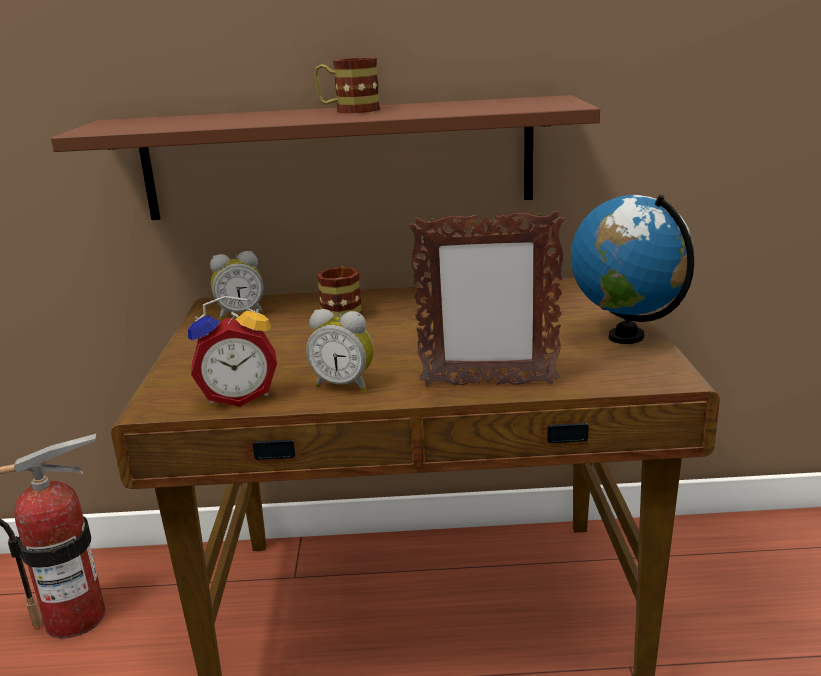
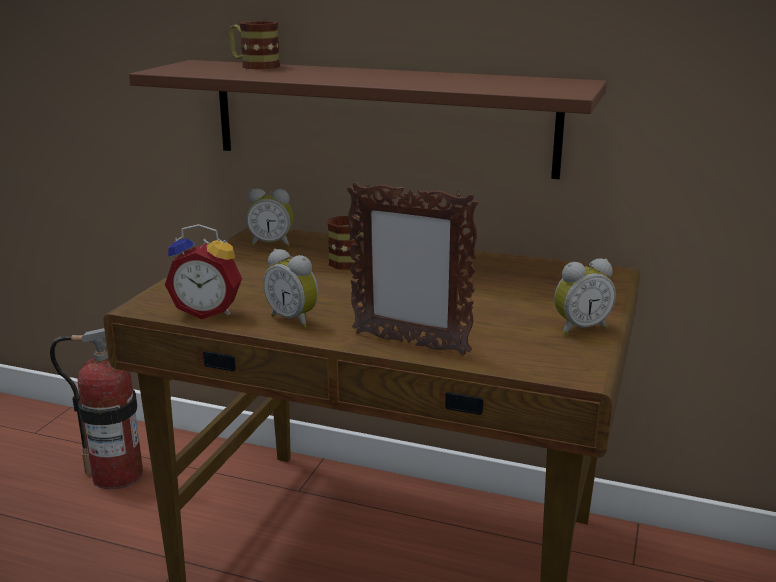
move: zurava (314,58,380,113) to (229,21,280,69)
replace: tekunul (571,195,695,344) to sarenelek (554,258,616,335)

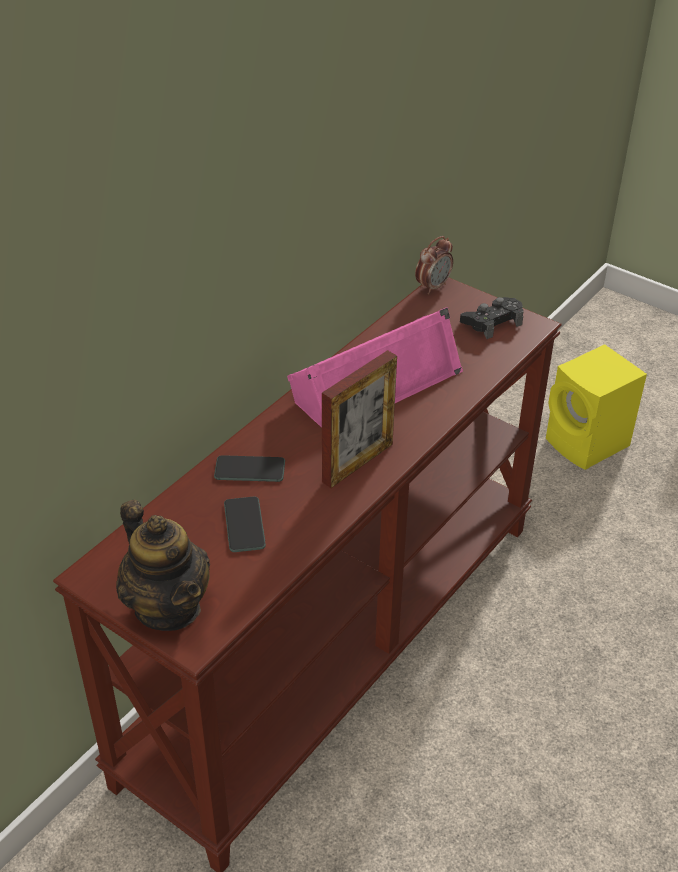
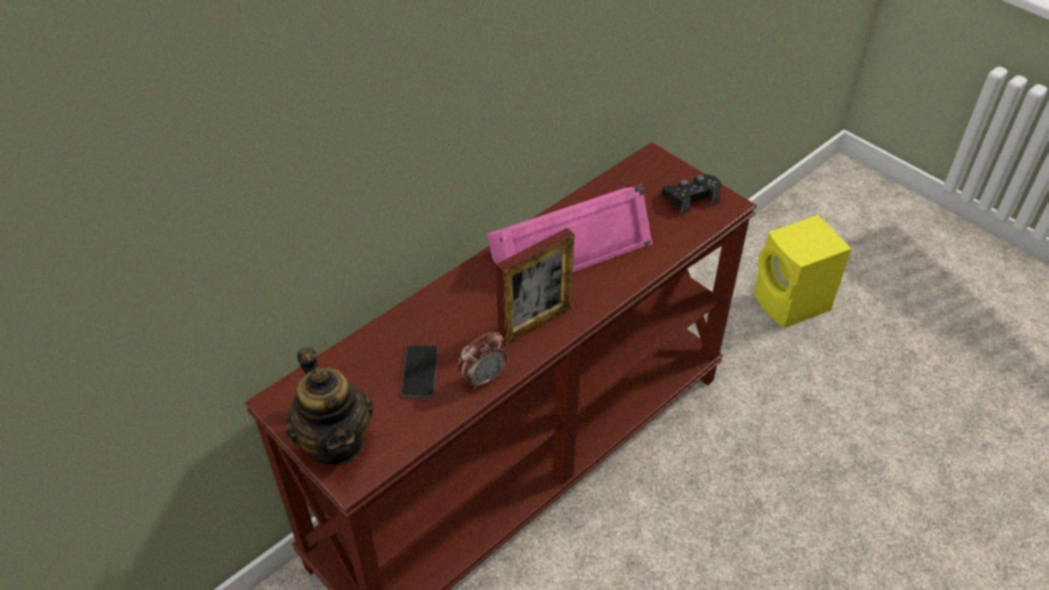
delete: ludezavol (214,455,285,482)
move: sarenelek (415,236,453,294) to (458,332,506,390)

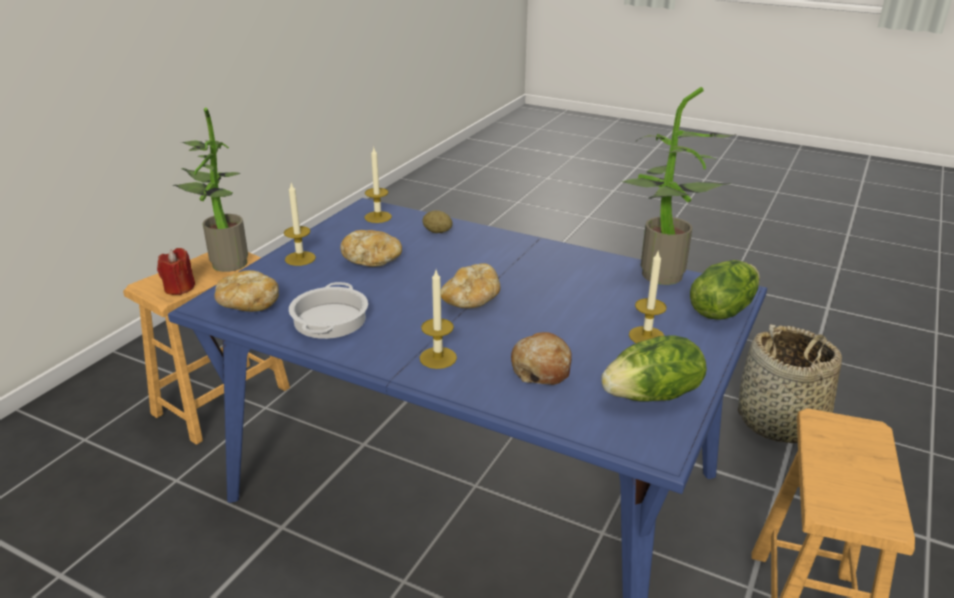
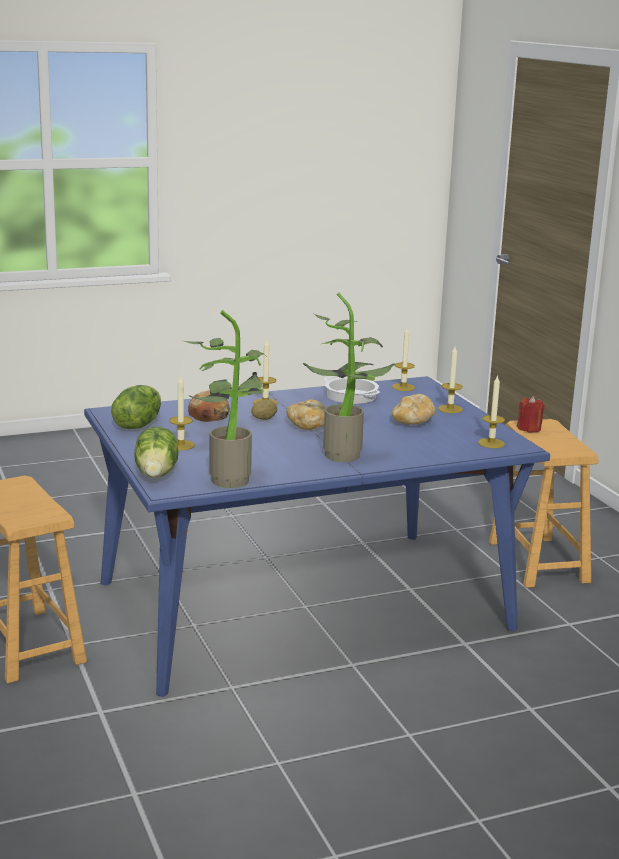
delete: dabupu (738,324,842,443)
move: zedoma (423,210,452,233) to (251,399,277,420); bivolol (172,108,248,272) to (303,292,395,462)
replace: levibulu (214,270,279,312) to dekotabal (392,327,415,391)

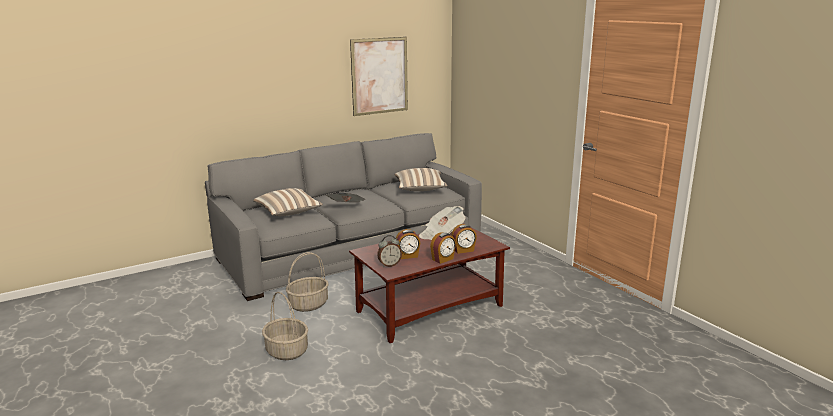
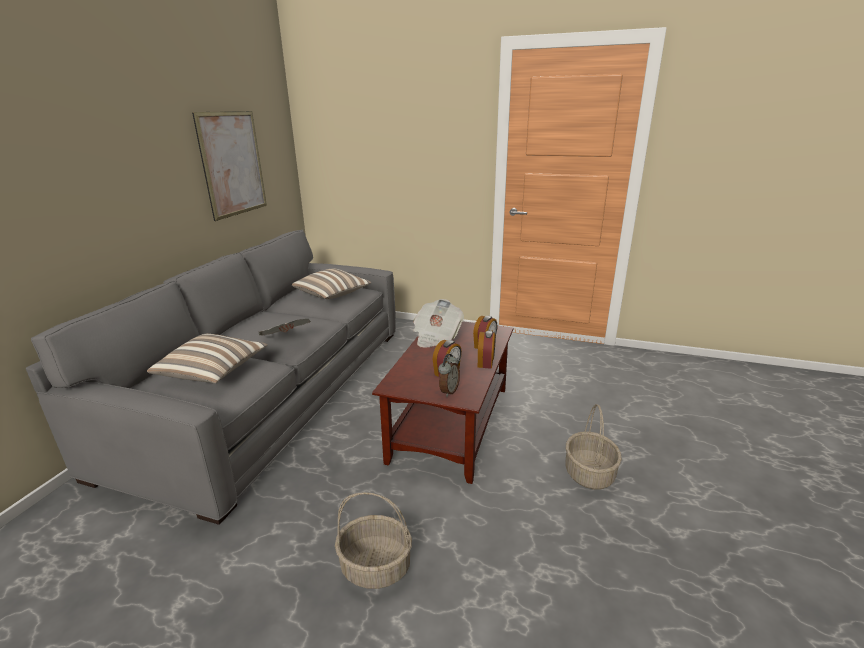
move: dabupu (286,252,329,312) to (565,404,622,490)

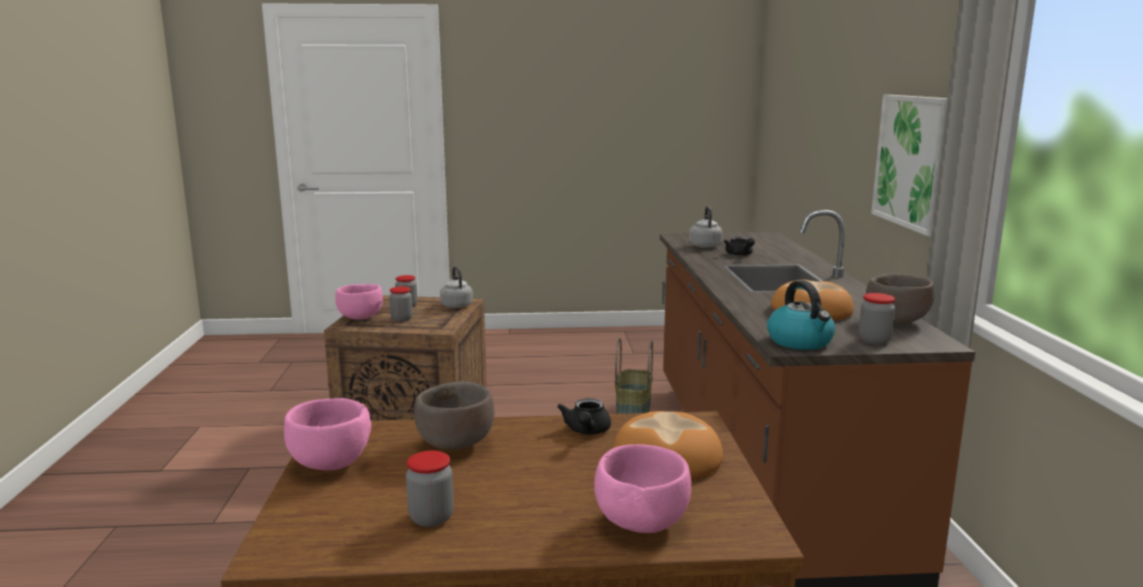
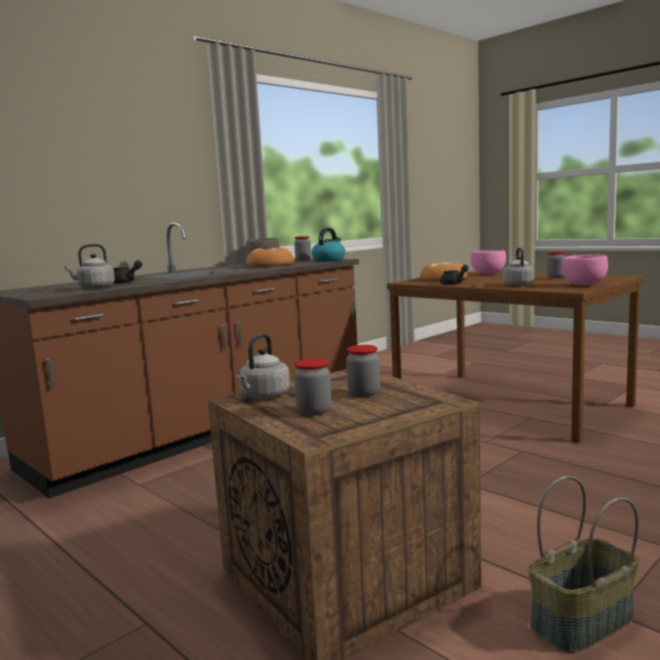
delete: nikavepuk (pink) (335,284,383,320); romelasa (871,95,948,236)
move: dabupu (615,338,653,414) to (528,476,639,653)
replace: nikavepuk (brown) (414,381,495,450) to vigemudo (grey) (503,247,534,286)

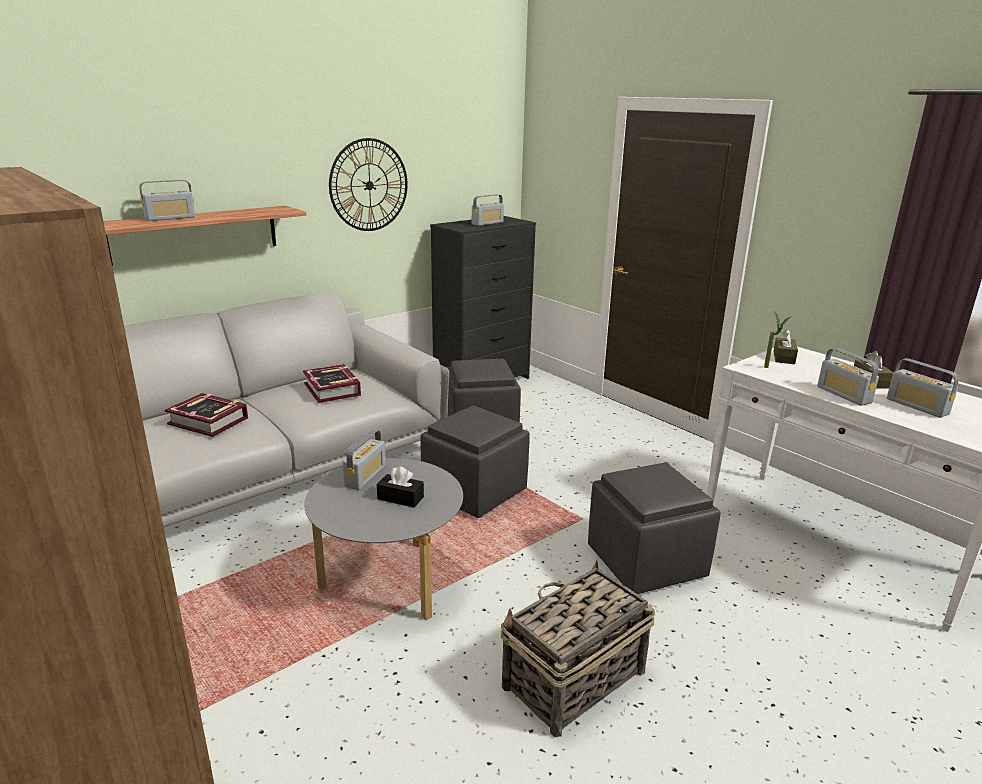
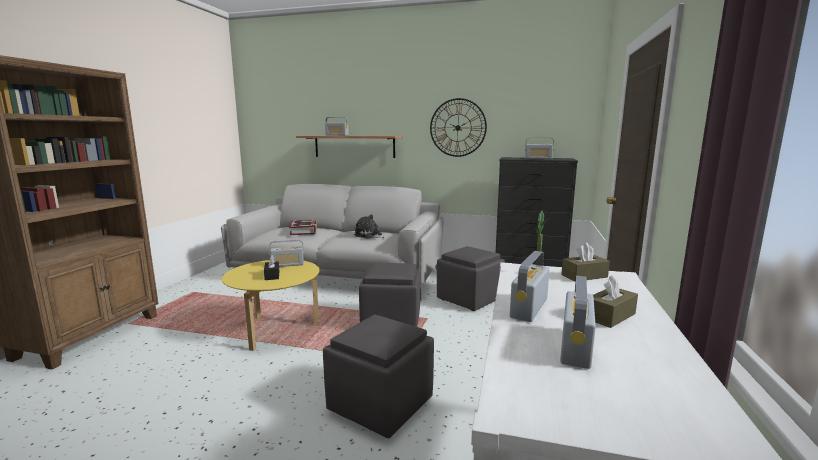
delete: dabupu (501,560,655,737)
replace: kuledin (303,364,361,403) to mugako (354,214,386,239)
recolor: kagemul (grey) (304,458,463,620) to kagemul (yellow) (222,260,319,351)

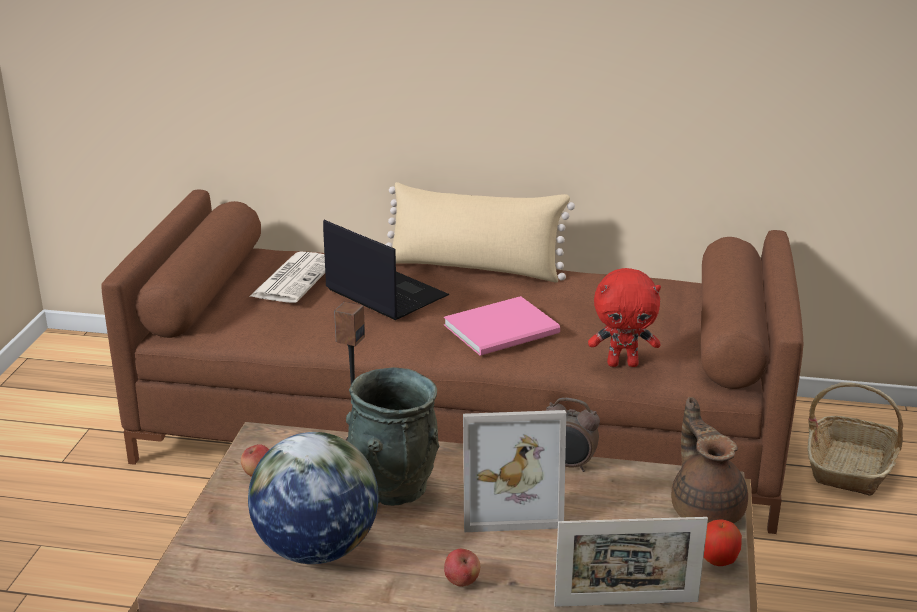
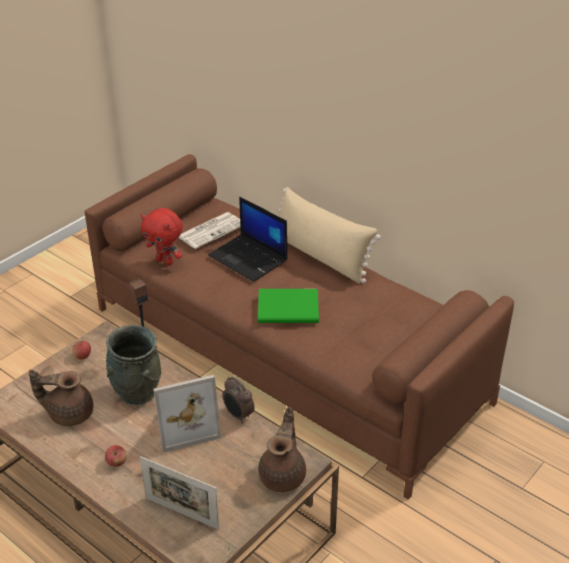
delete: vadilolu (704,519,742,566); dabupu (807,382,903,496)
move: mugako (red) (588,268,661,367) to (141,208,183,265)
replace: tekunul (248,432,379,564) to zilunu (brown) (28,370,93,426)
recolor: kuledin (pink) (444,296,560,356) to kuledin (green) (258,289,319,323)
rotate: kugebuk (463,410,566,532) = (154,375,221,453) 45 degrees counterclockwise; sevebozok (323,220,449,320) = (208,197,287,282) 150 degrees clockwise

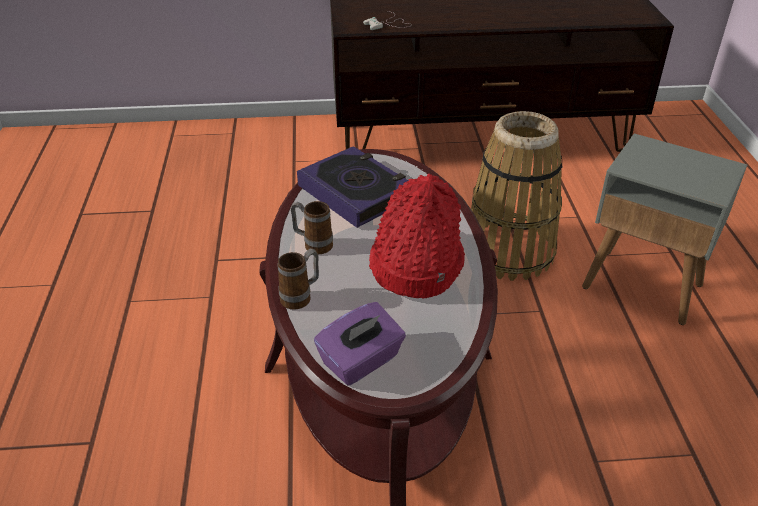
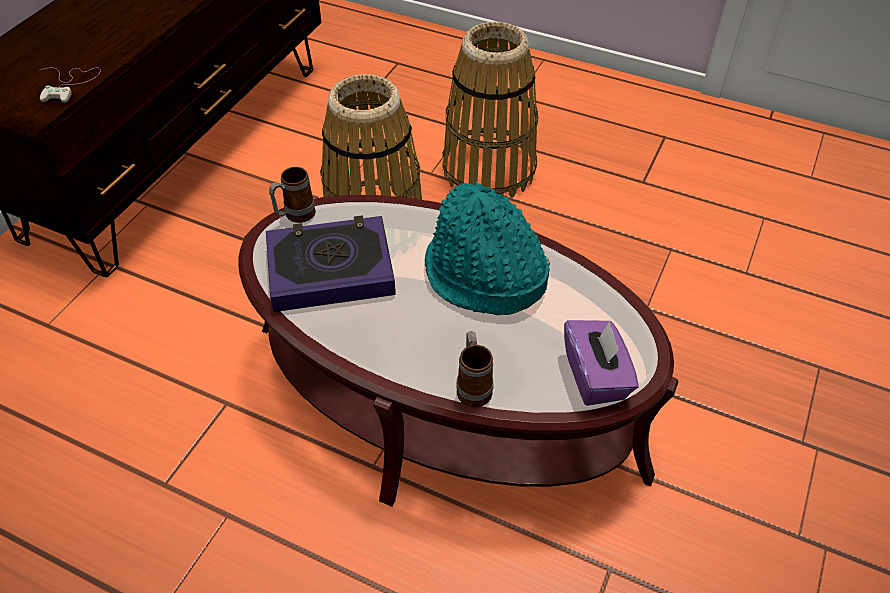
move: zurava (291,201,333,254) to (269,167,316,223)
replace: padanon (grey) (582,133,747,325) to dabupu (442,22,538,198)
recolor: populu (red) (369,174,465,298) to populu (turquoise) (425,182,550,315)

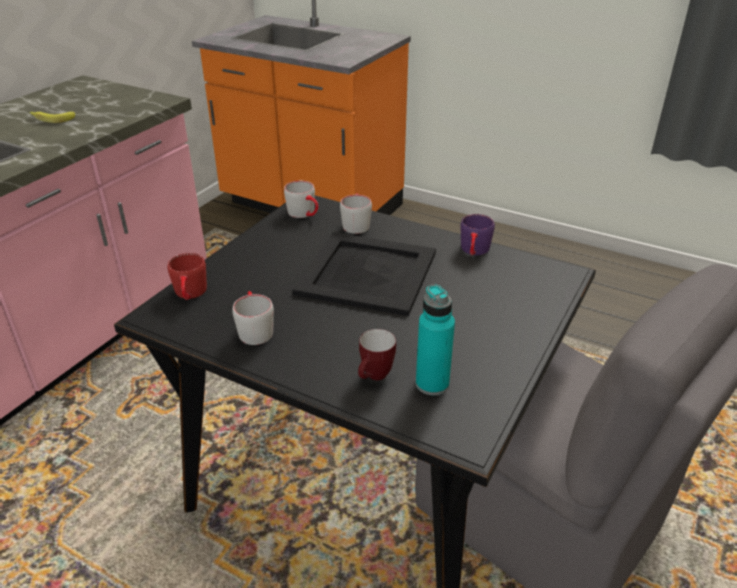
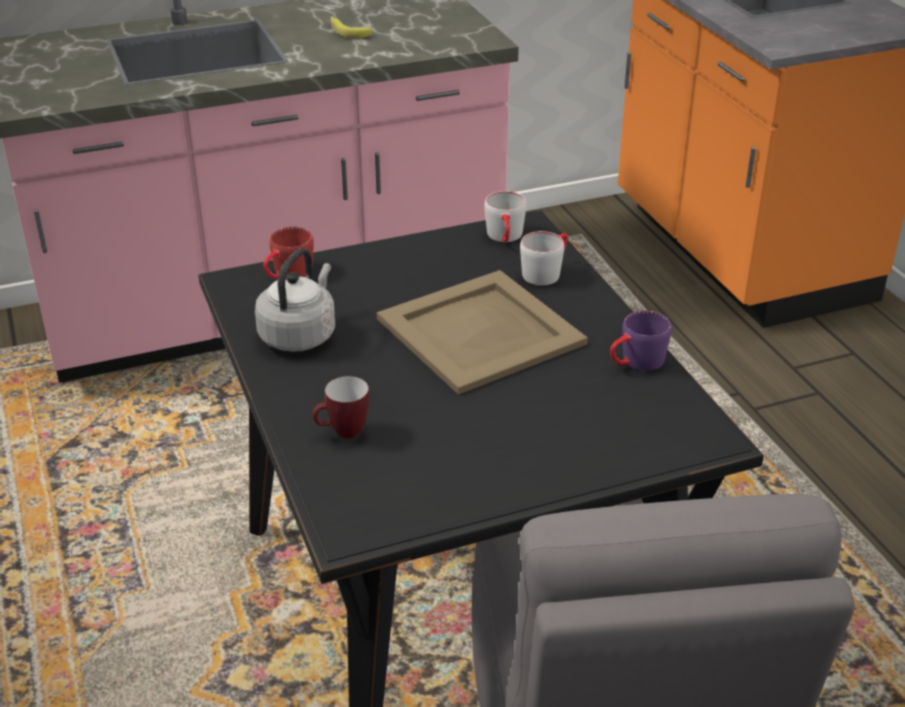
delete: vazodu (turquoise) (416,284,455,396)
replace: zurava (grey) (232,291,274,345) to vigemudo (grey) (255,248,335,352)
recolor: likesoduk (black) (292,232,436,316) to likesoduk (beige) (377,270,588,395)

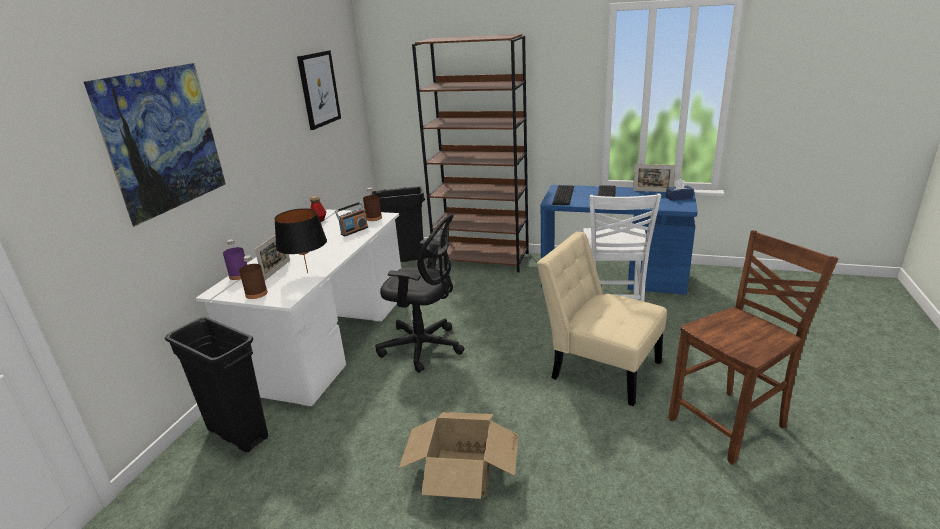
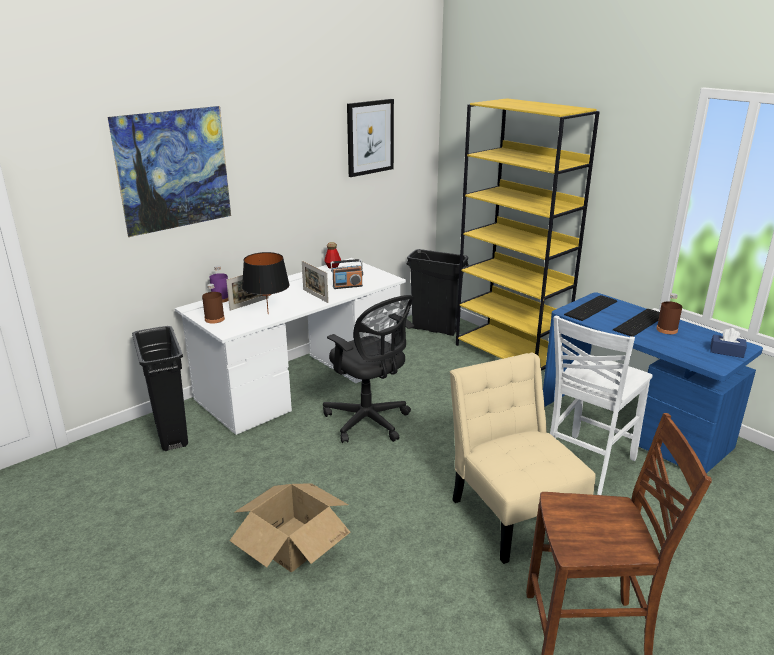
move: kugebuk (633,164,676,192) to (302,261,329,303); vazodu (brown) (363,188,382,221) to (656,293,682,334)
recolor: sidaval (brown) (412,34,529,272) to sidaval (yellow) (456,98,600,371)

